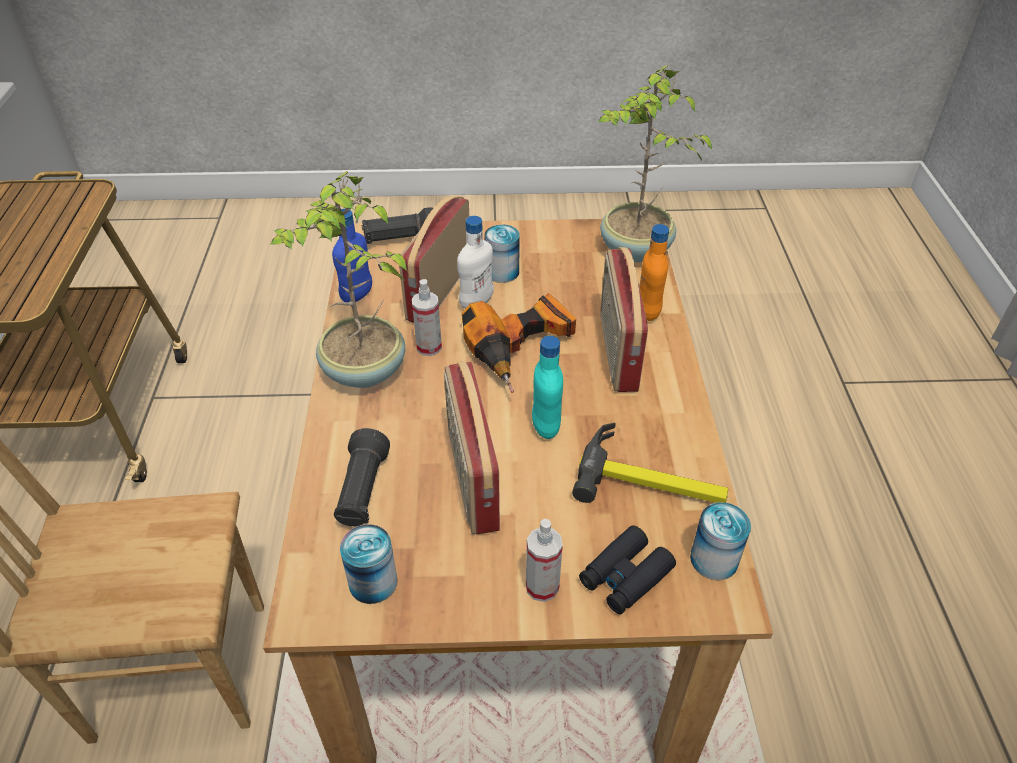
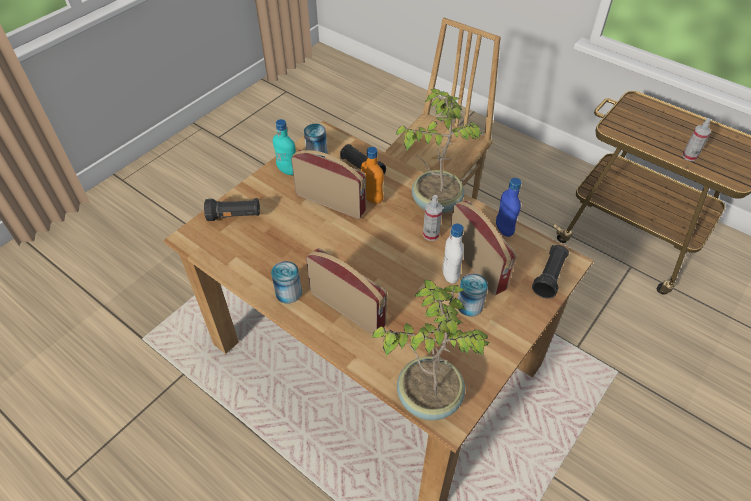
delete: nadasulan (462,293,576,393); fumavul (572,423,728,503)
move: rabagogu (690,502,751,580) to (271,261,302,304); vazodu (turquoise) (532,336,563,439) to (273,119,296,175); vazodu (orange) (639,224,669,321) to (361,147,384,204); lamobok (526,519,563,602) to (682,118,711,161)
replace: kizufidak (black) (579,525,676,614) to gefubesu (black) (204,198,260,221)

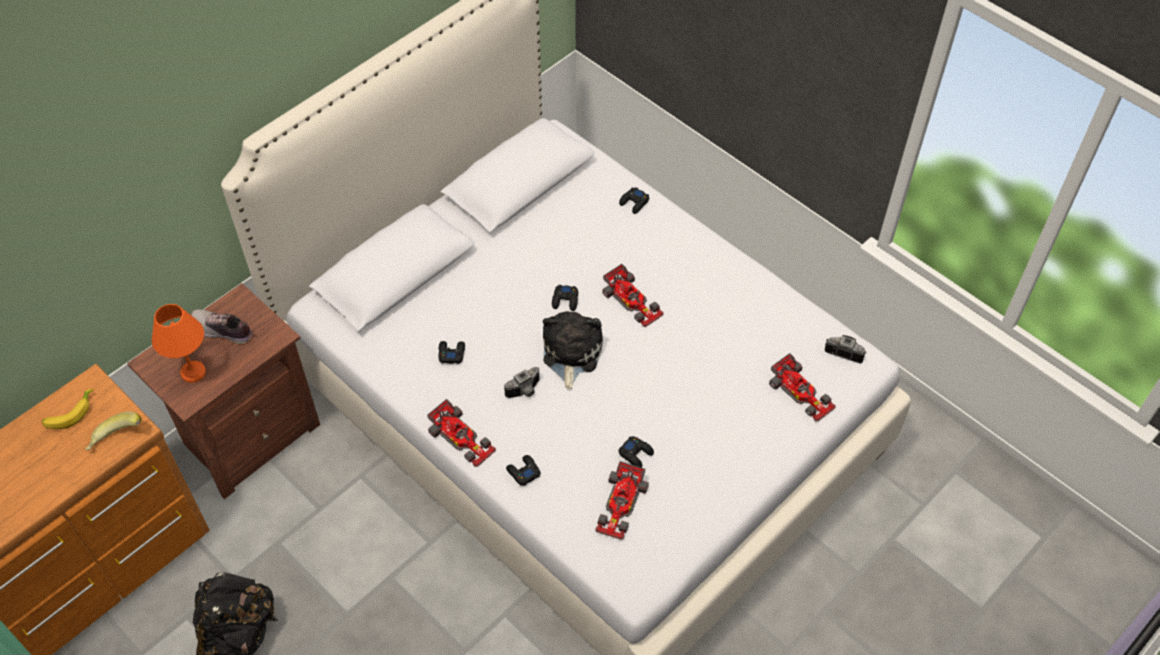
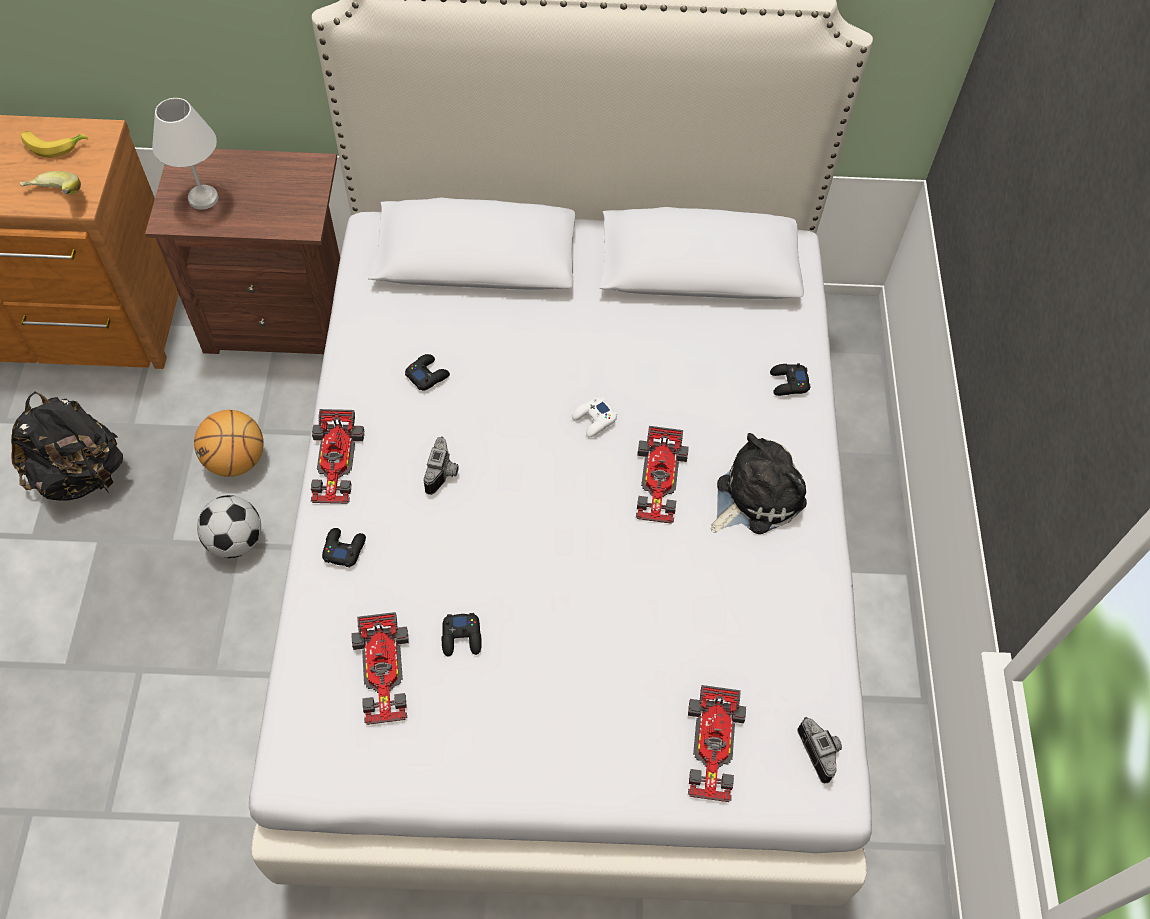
delete: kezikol (191,309,253,344)
insert: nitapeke (194,410,264,477); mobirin (197,495,261,558)
move: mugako (543,311,603,390) to (711,433,807,534)
recolor: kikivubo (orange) (152,304,206,383) to kikivubo (white) (152,98,219,210); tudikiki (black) (552,285,578,311) to tudikiki (white) (572,397,617,438)
rotate: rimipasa (595,461,649,540) = (352,612,409,725) 75 degrees counterclockwise; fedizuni (504,367,540,398) = (423,436,459,495) 90 degrees counterclockwise

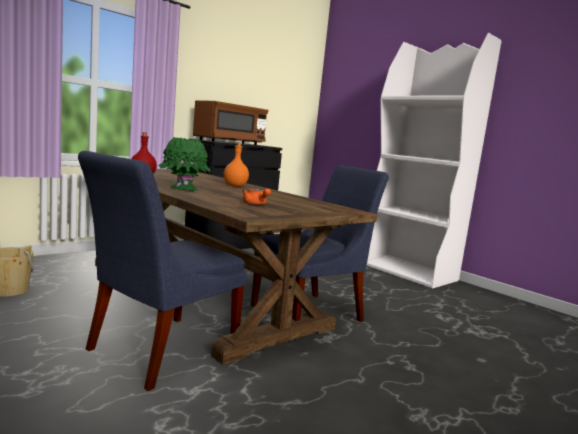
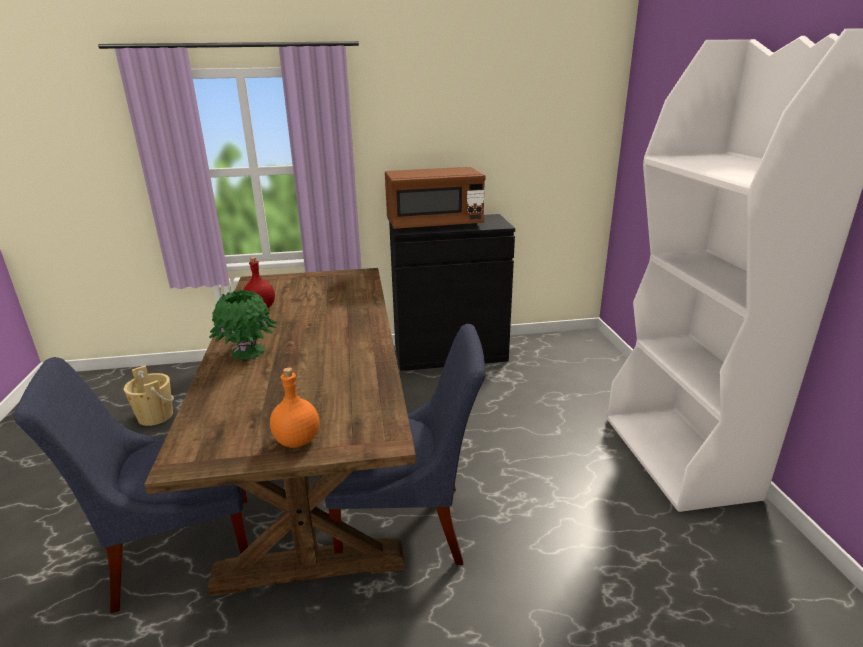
delete: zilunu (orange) (242,188,271,205)
move: vazodu (orange) (224,142,249,187) to (270,367,319,448)

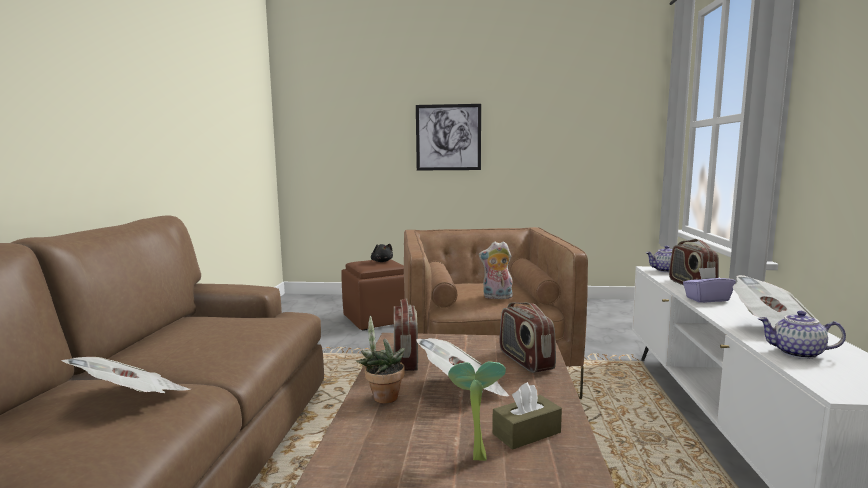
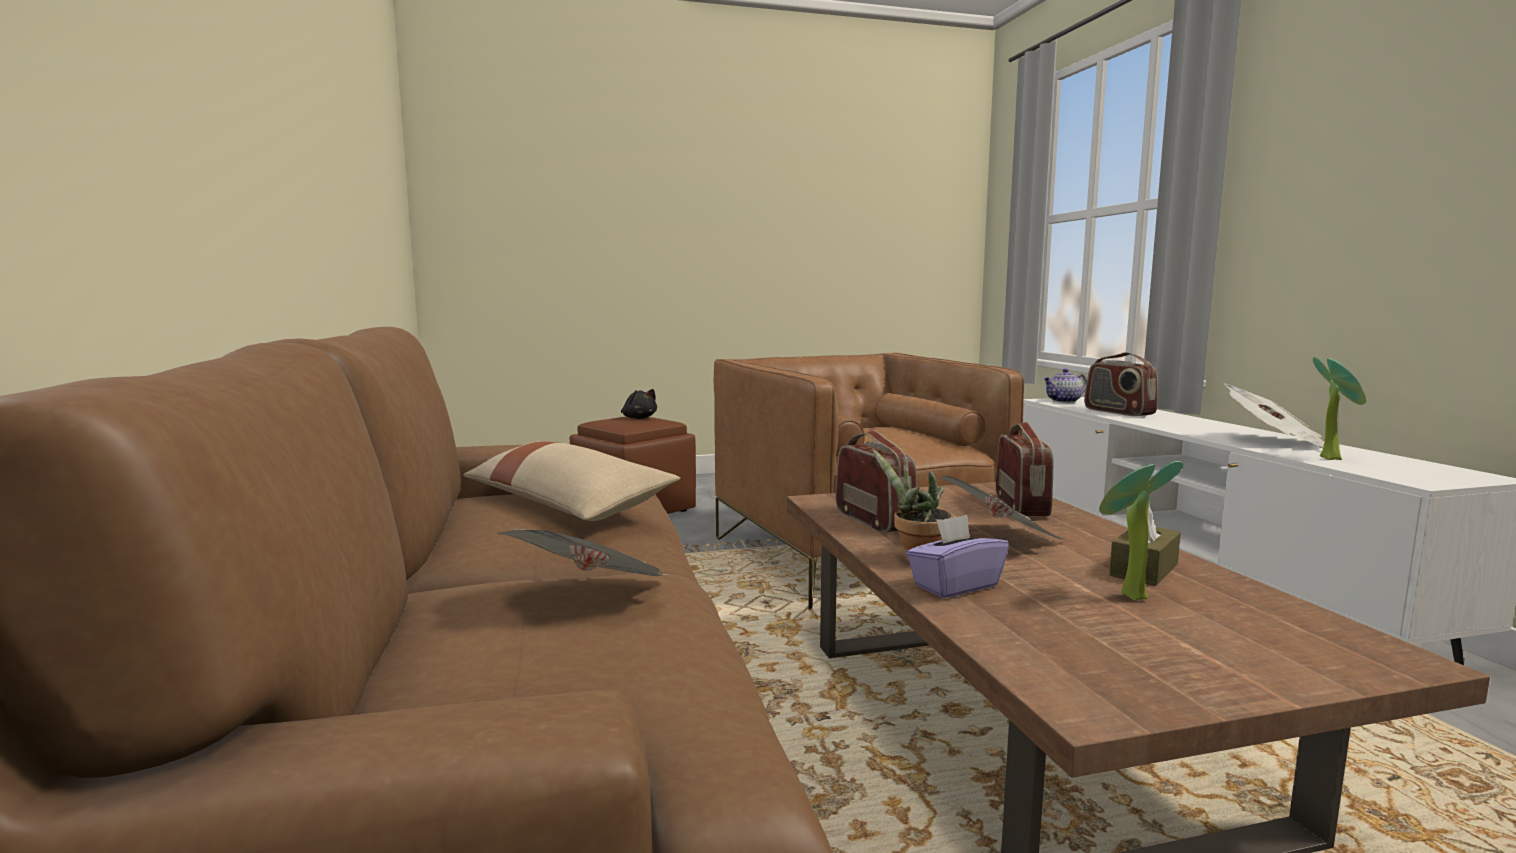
delete: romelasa (416,104,481,170); mugako (479,241,513,299)
insert: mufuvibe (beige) (464,441,681,521)
move: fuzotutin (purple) (683,267,736,303) to (906,515,1009,598)
replace: zilunu (757,311,846,359) to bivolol (1313,357,1366,460)
rotate: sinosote (499,302,556,373) = (996,422,1053,516) 135 degrees counterclockwise

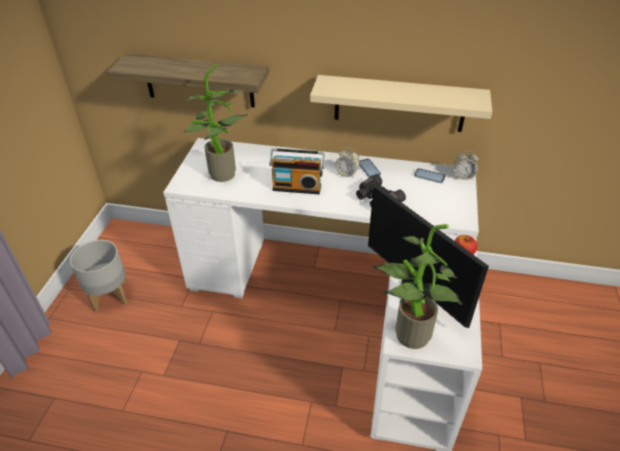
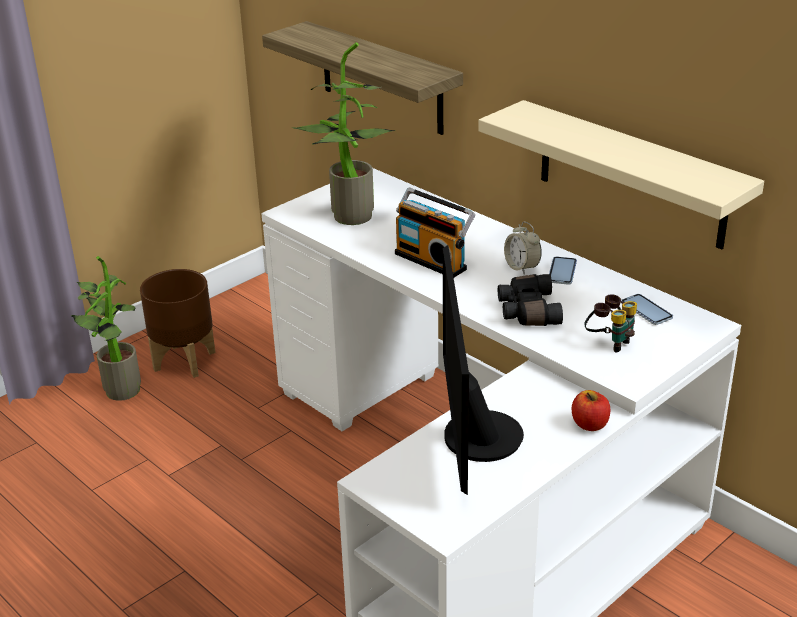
delete: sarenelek (454,150,479,180)
insert: kizufidak (584,294,637,352)
move: bivolol (373,224,463,349) to (72,256,141,401)
recolor: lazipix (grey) (70,240,127,312) to lazipix (brown) (140,269,215,378)

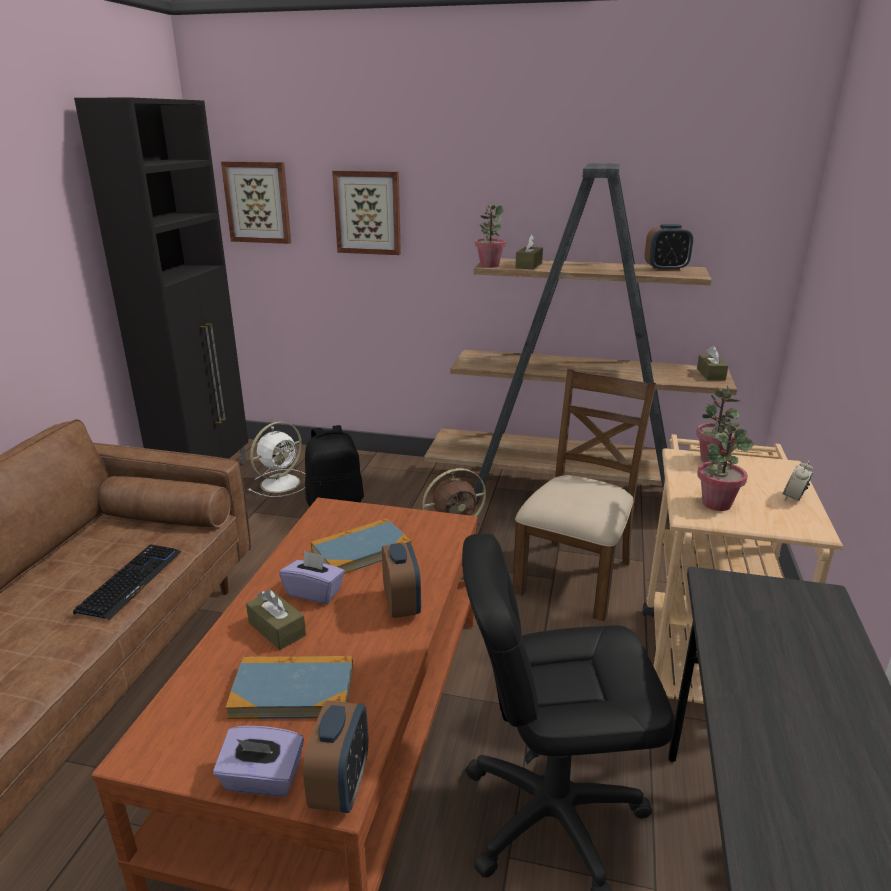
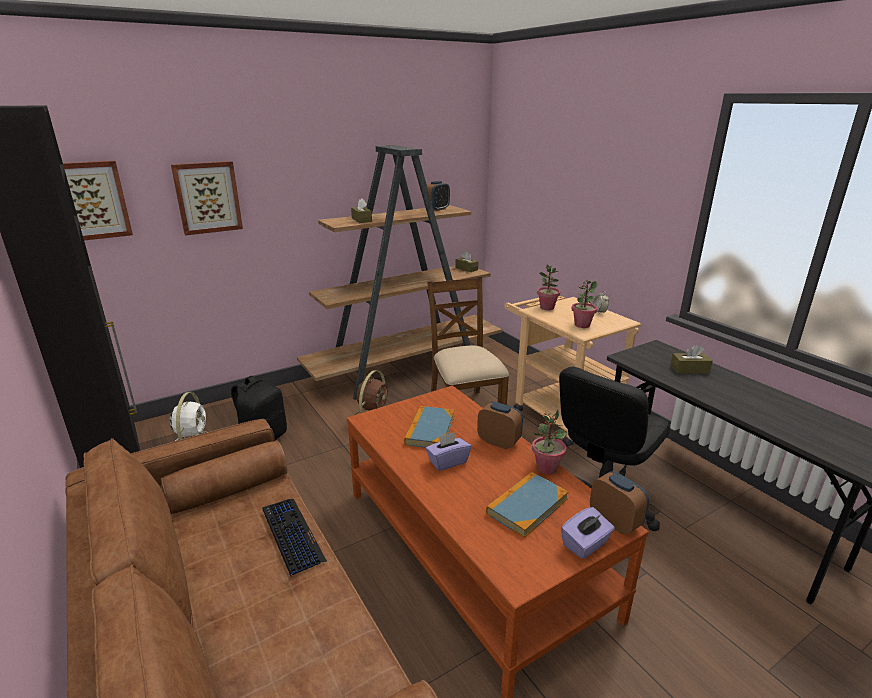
move: bivolol (475,205,506,268) to (532,409,567,474); fuzotutin (brown) (246,589,306,650) to (670,345,713,374)

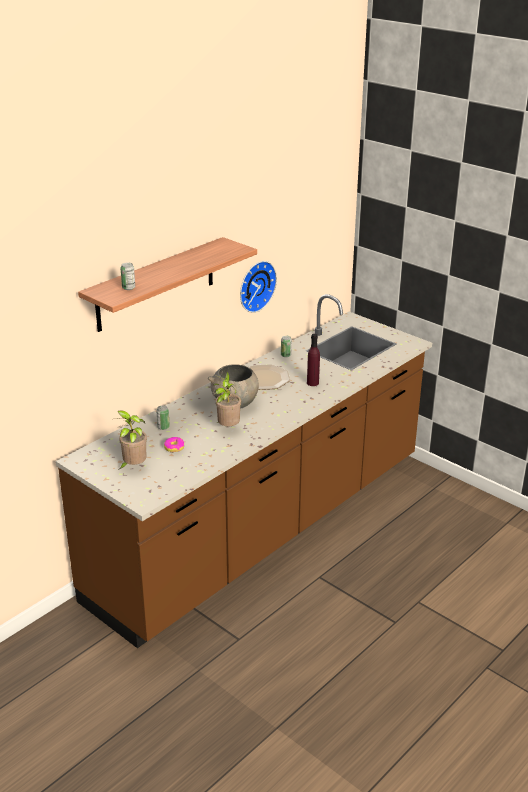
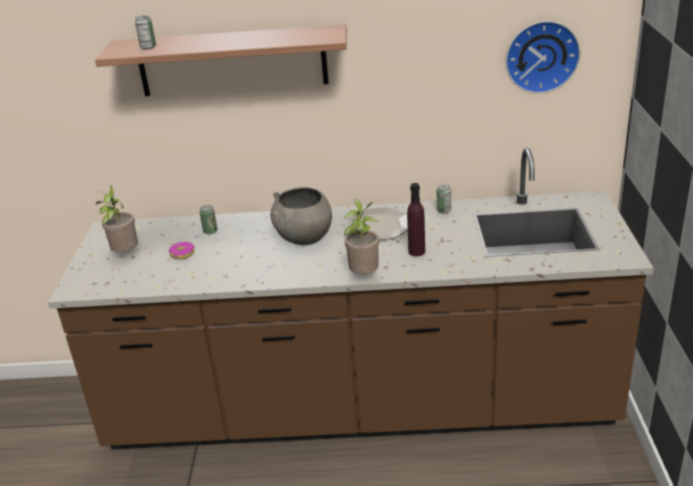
move: bivolol (213,372,241,426) to (344,199,379,274); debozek (240,261,277,313) to (506,21,580,94)

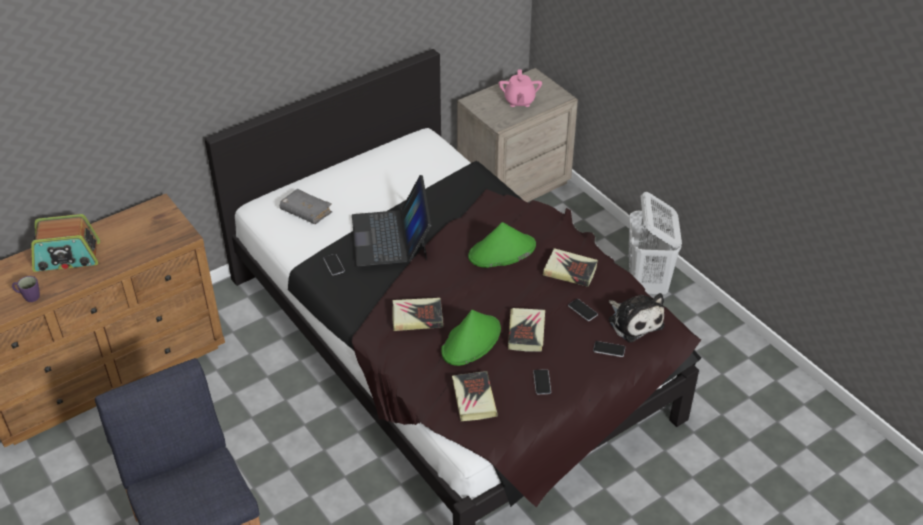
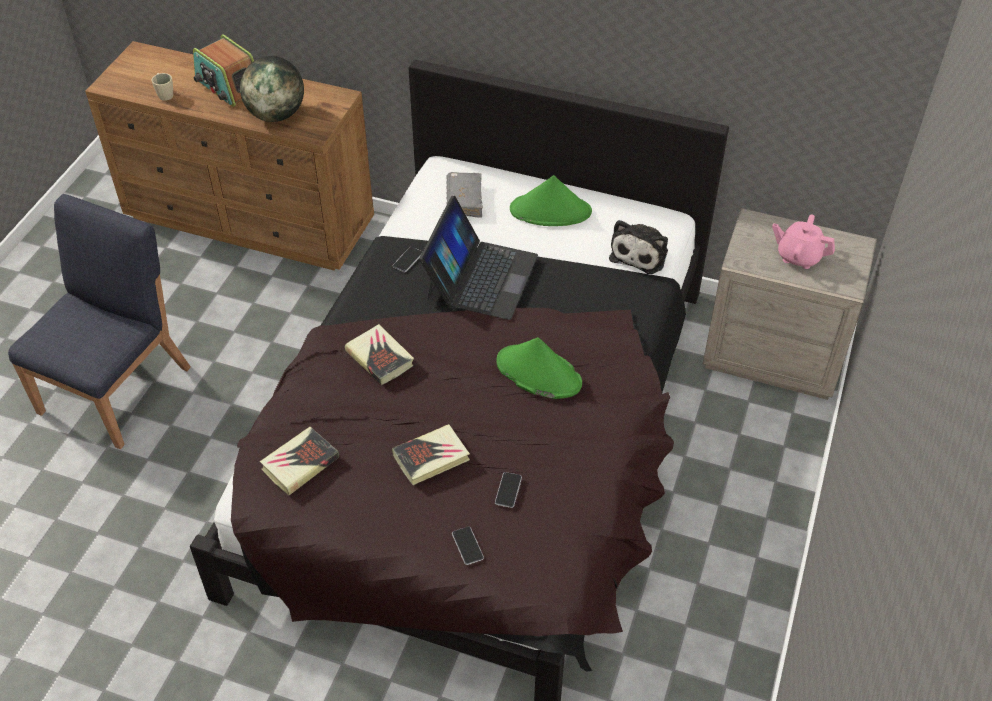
delete: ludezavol (533,369,551,394); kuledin (543,248,598,287); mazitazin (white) (629,192,682,294)
insert: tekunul (240,56,304,122)
move: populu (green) (441,310,501,366) to (510,175,592,226); mugako (608,293,665,343) to (609,220,668,274)
recolor: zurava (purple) (12,276,40,302) to zurava (beige) (151,73,173,101)
rotate: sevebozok (352,175,431,266) = (419,195,538,320) 150 degrees clockwise; zilunu (pink) (499,70,542,107) = (772,215,835,269) 60 degrees clockwise

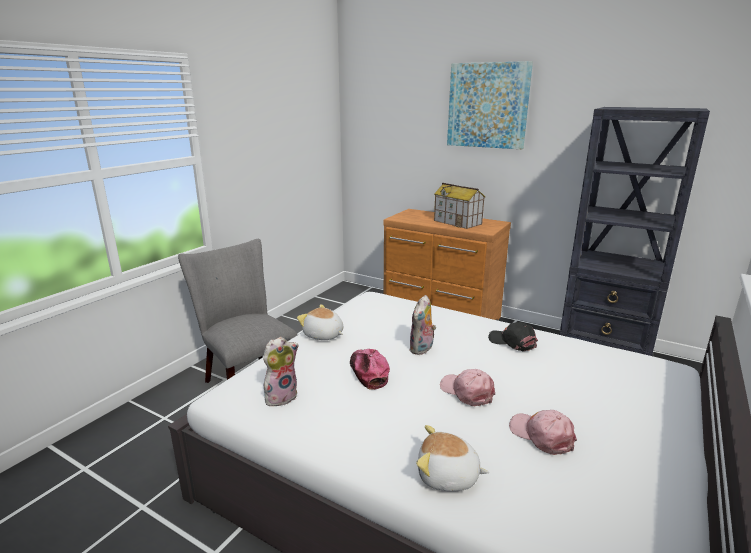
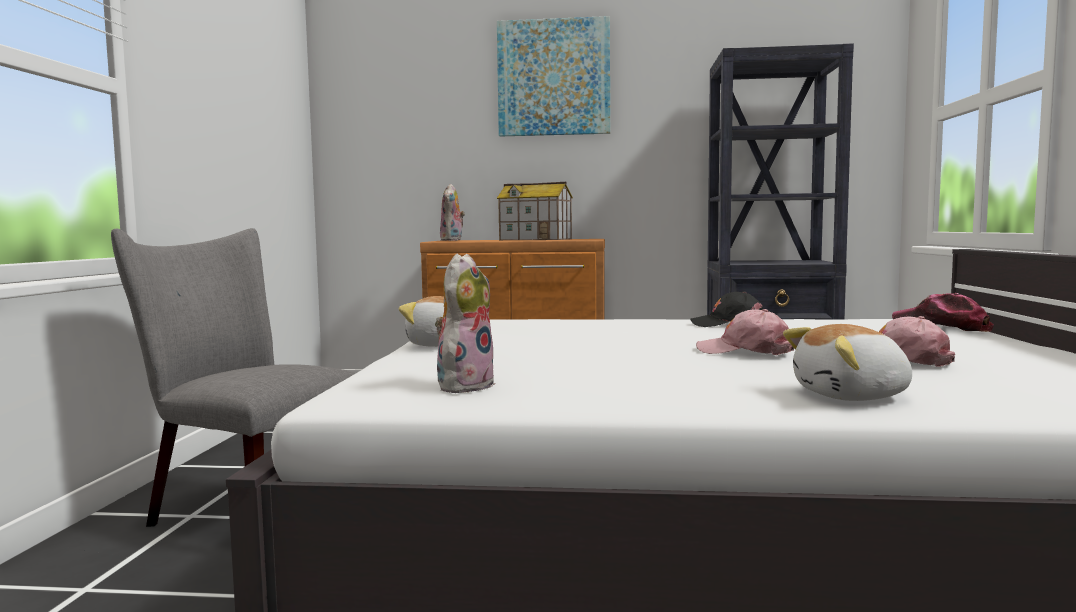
move: mugako (409,295,436,355) to (440,184,465,241); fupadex (350,349,390,390) to (892,293,994,332)

